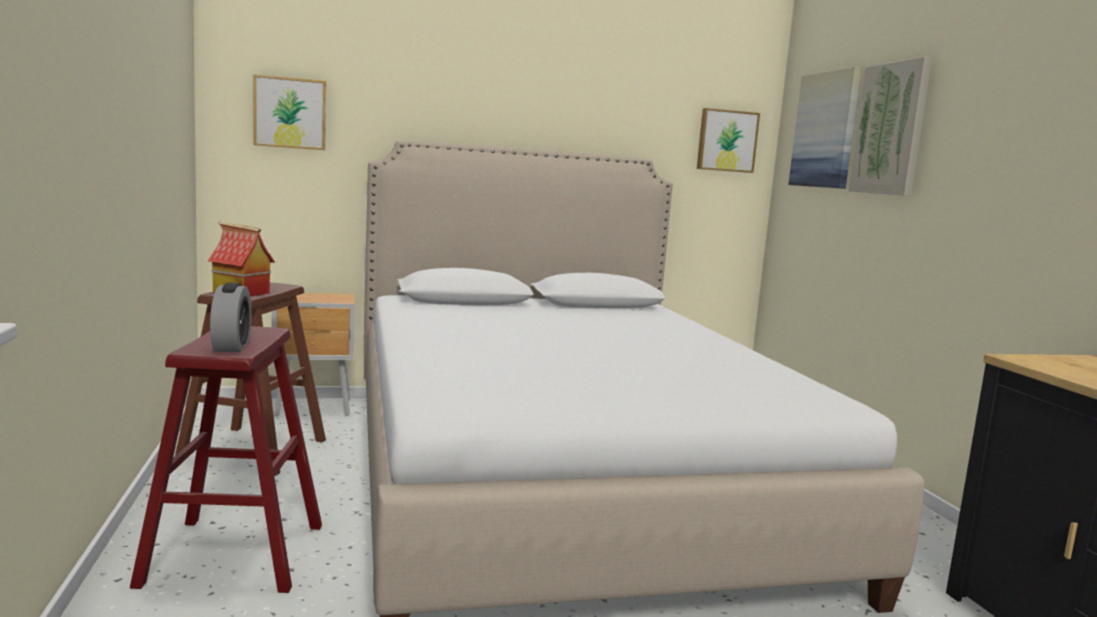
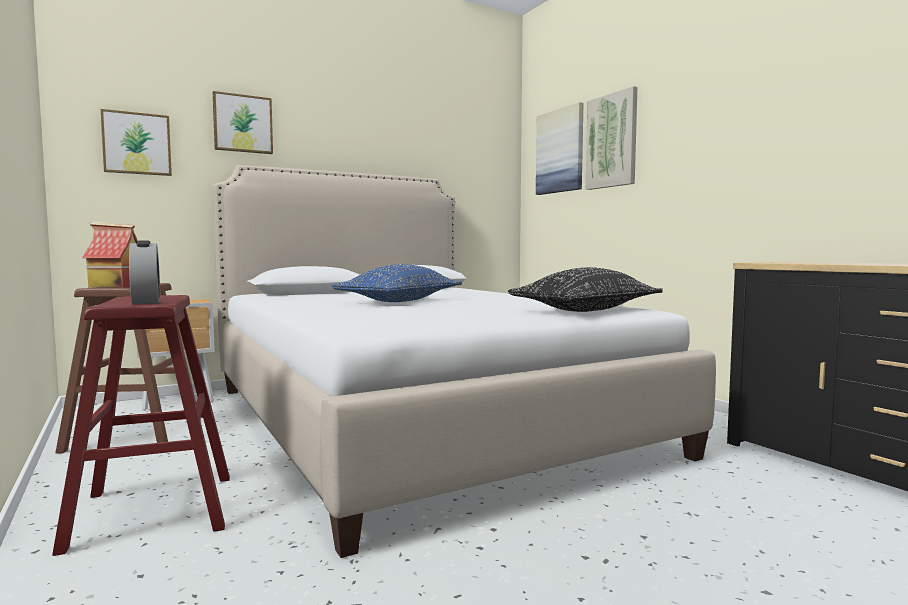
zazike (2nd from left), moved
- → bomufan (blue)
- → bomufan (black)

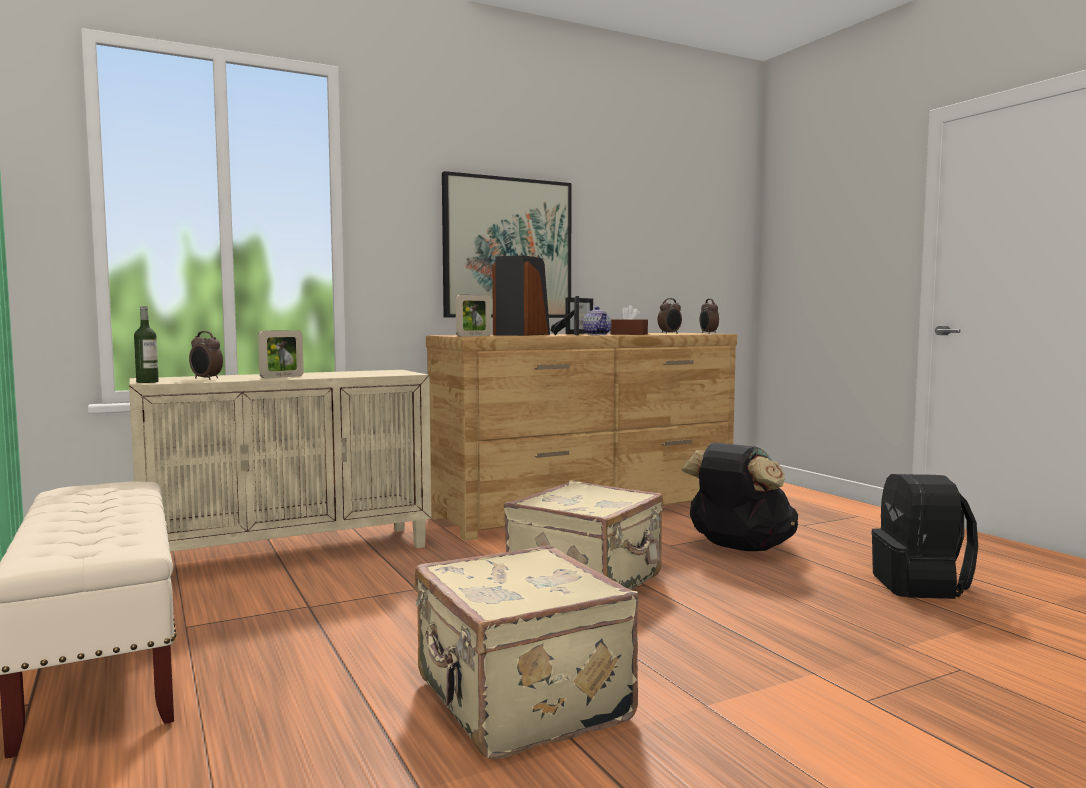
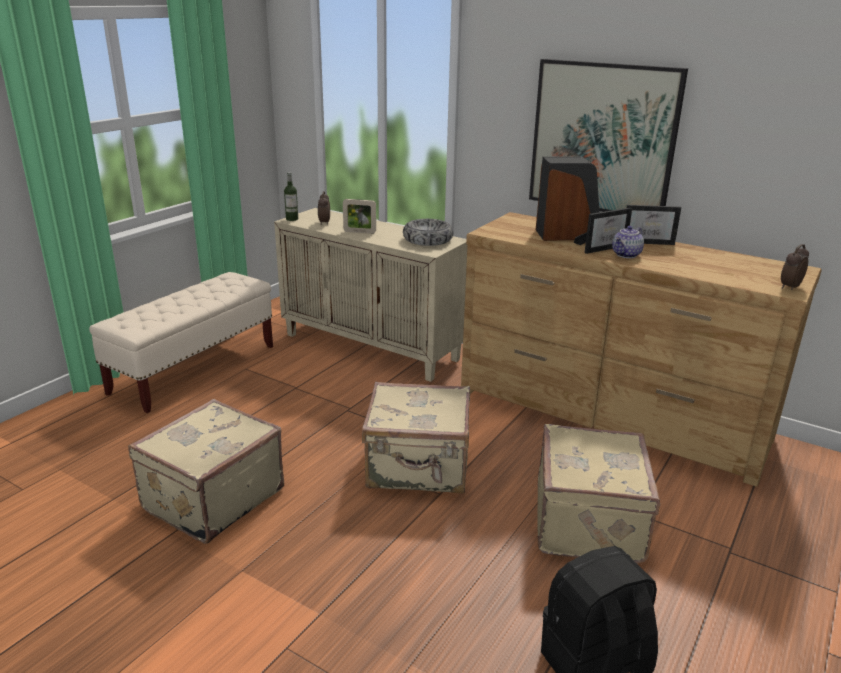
- → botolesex
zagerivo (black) (1st from left) → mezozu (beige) (3rd from left)
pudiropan (2nd from left) → -
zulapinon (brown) → -
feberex (2nd from left) → -

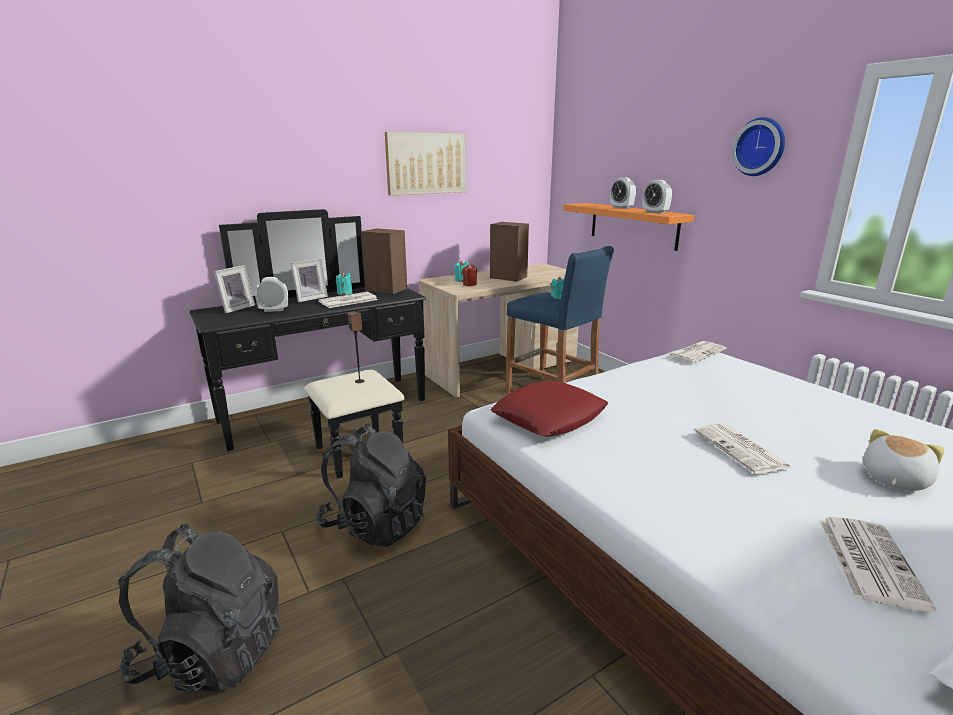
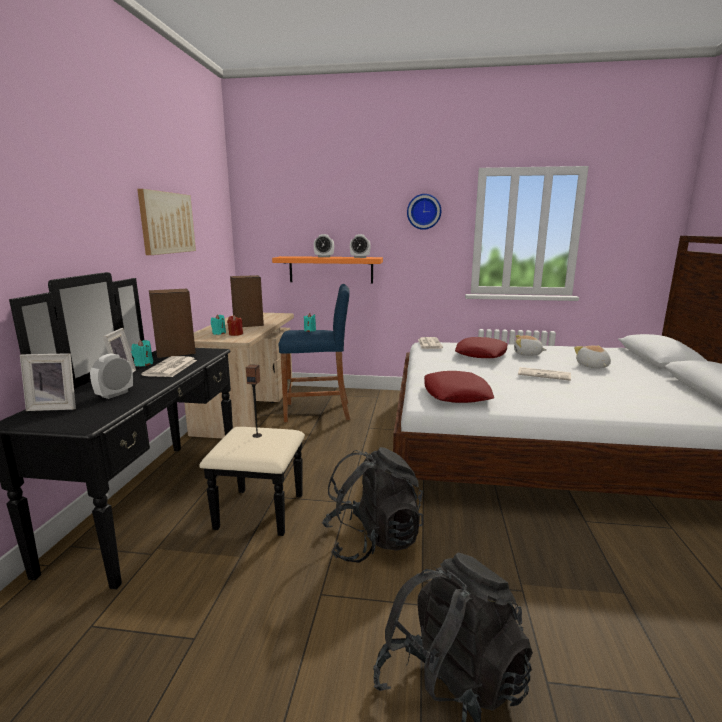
pudiropan (1st from left), 105 degrees clockwise
- → bomufan (red) (2nd from left)
- → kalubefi (1st from left)
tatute (4th from left) → -

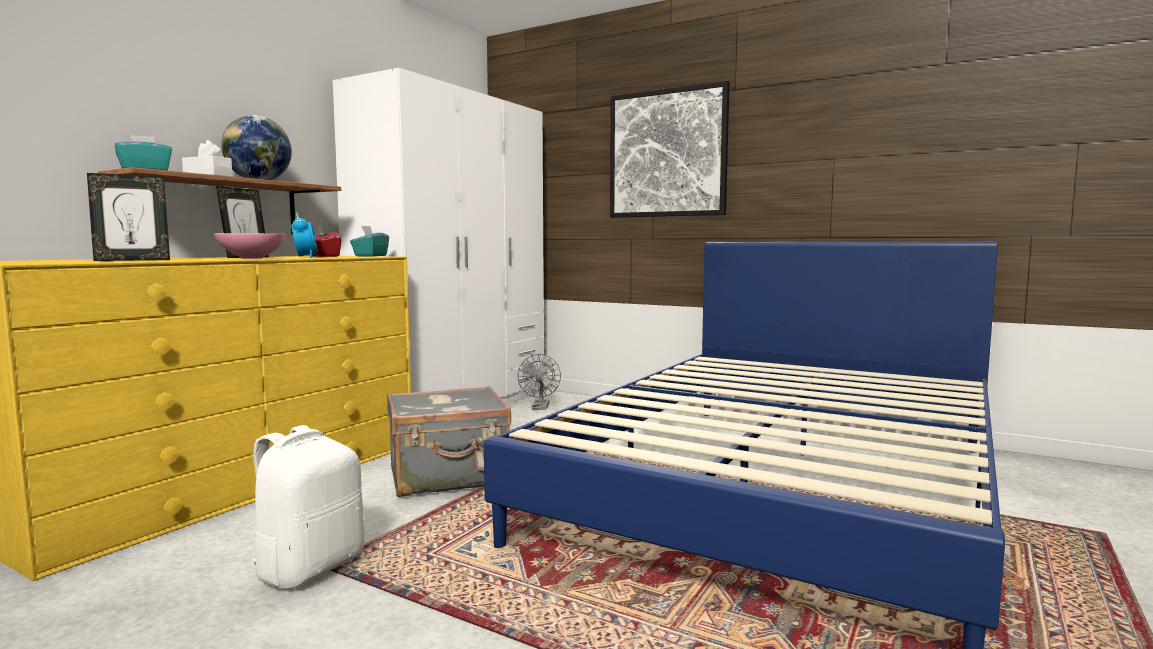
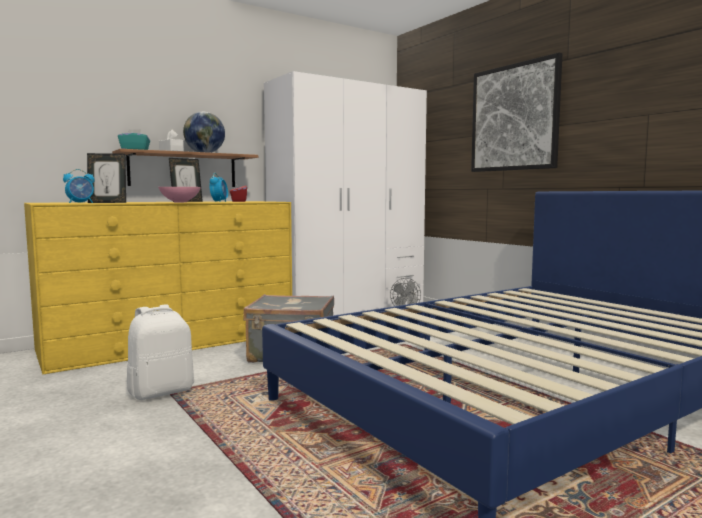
- → feberex (1st from left)
zulapinon (turquoise) (2nd from left) → -

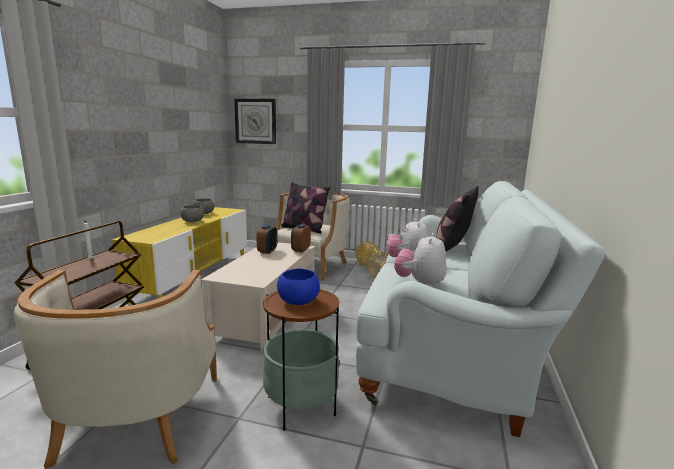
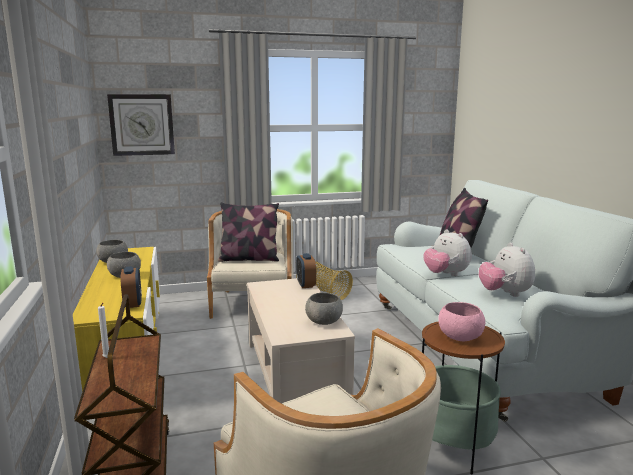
feberex (1st from left), moved
- → botolesex (grey) (3rd from left)
botolesex (blue) → botolesex (pink)

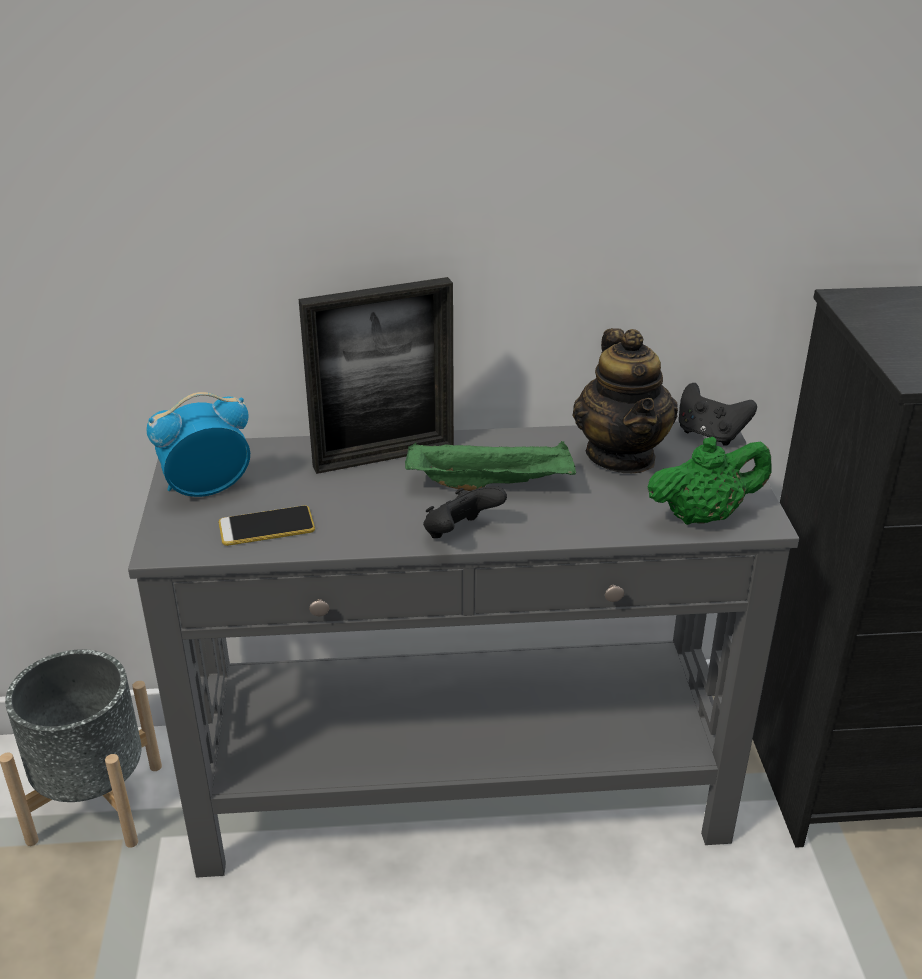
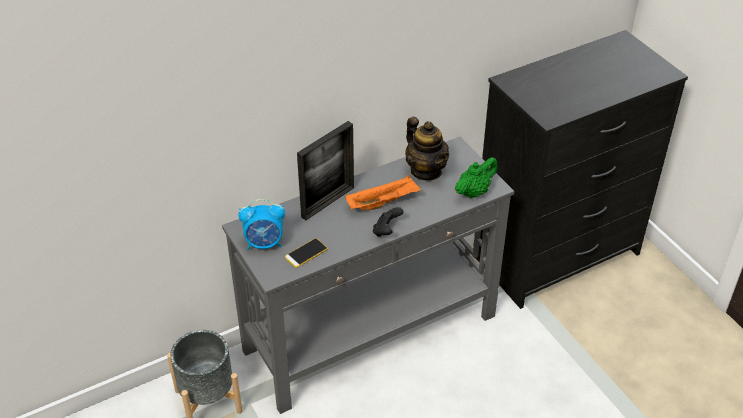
feberex, 135 degrees counterclockwise
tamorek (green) → tamorek (orange)
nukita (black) (2nd from left) → -

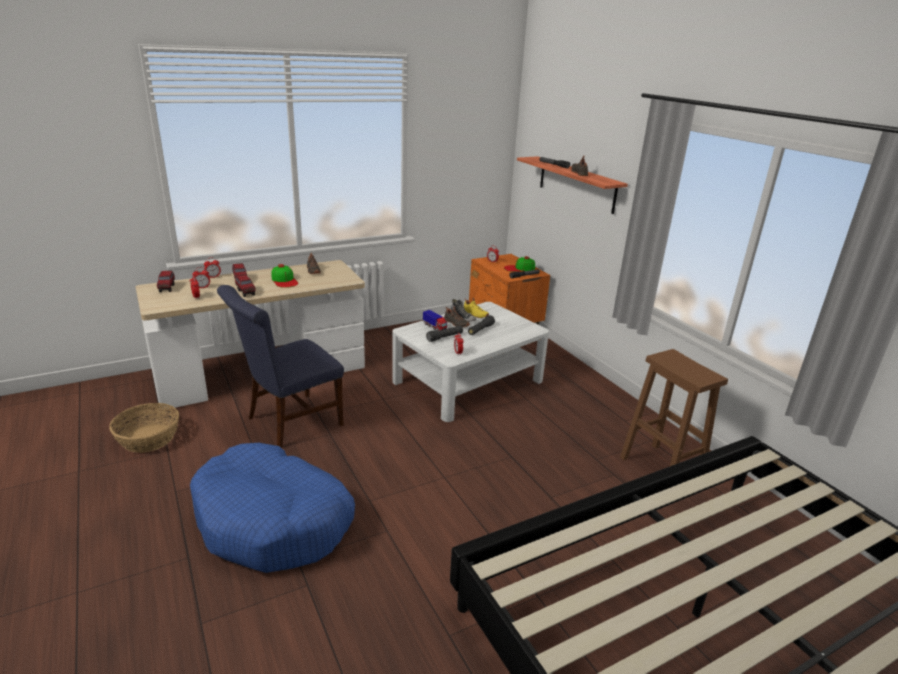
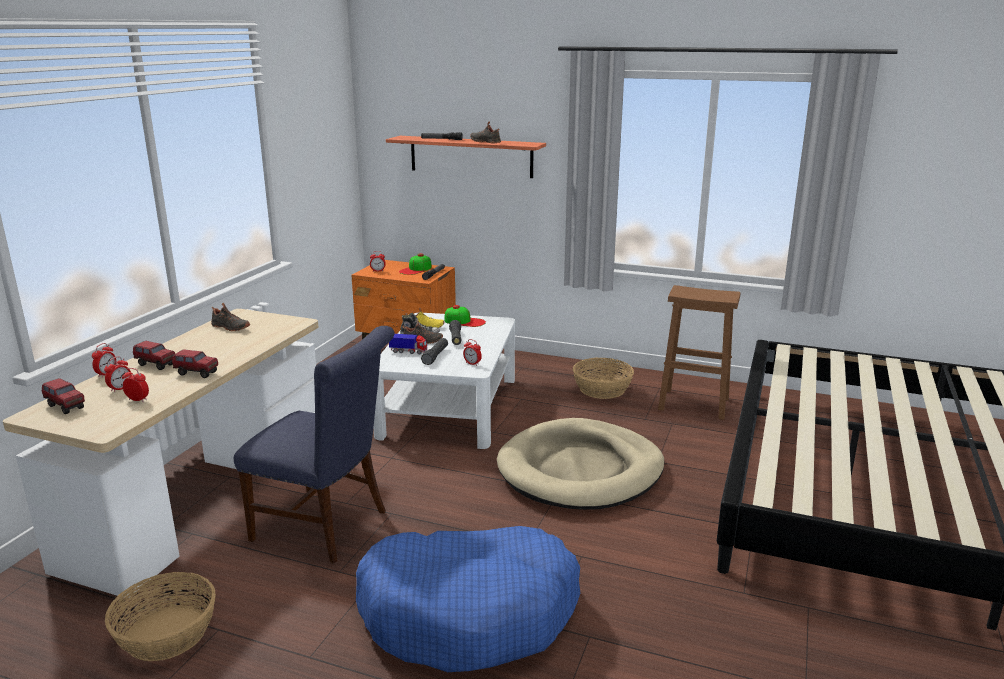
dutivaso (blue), 75 degrees counterclockwise
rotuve (1st from left in the first image) → rotuve (2nd from left), moved
- → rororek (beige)
- → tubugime (2nd from left)

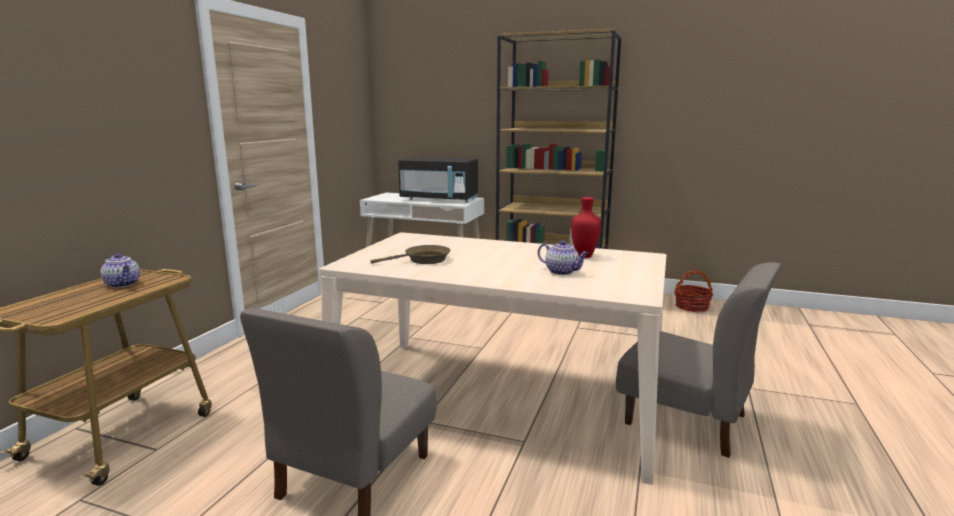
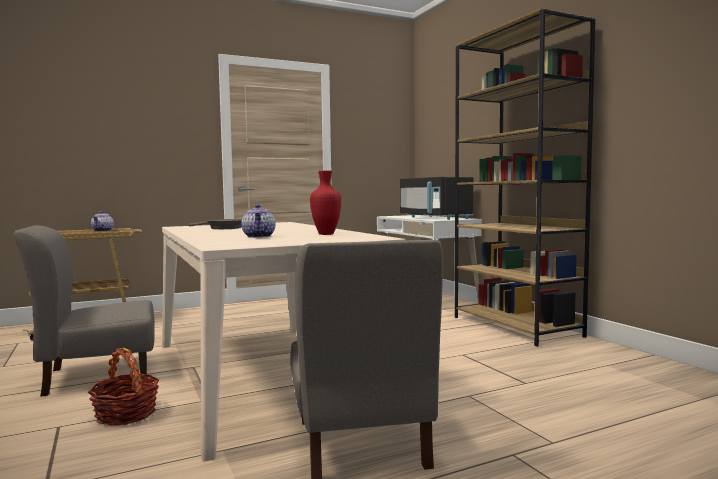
tubugime, moved

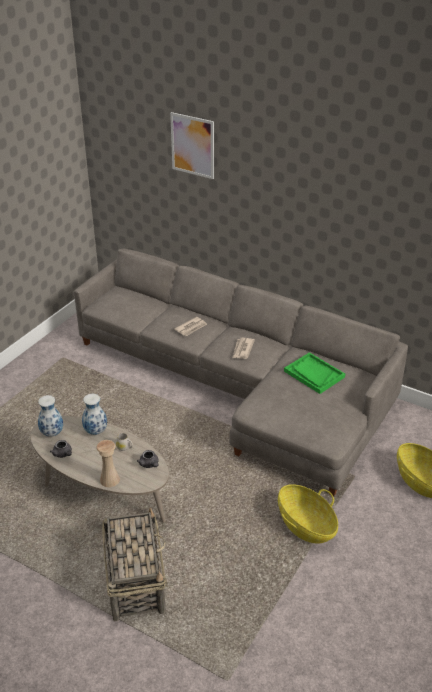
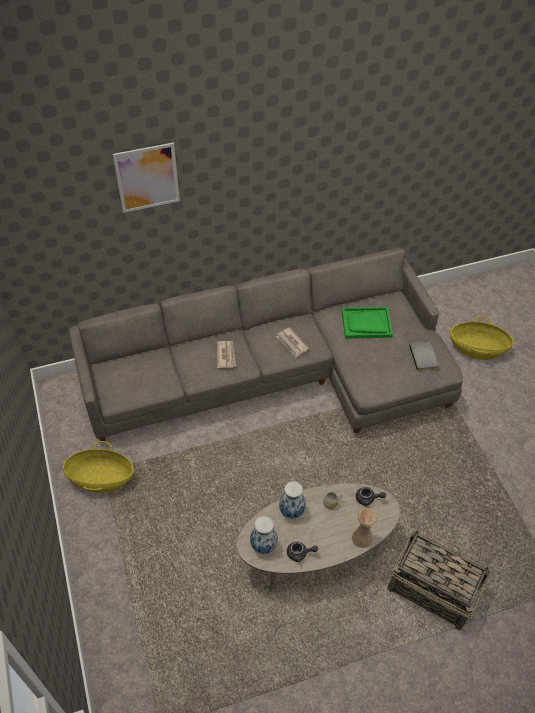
tubugime (2nd from left in the first image) → tubugime (1st from left), moved
- → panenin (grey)

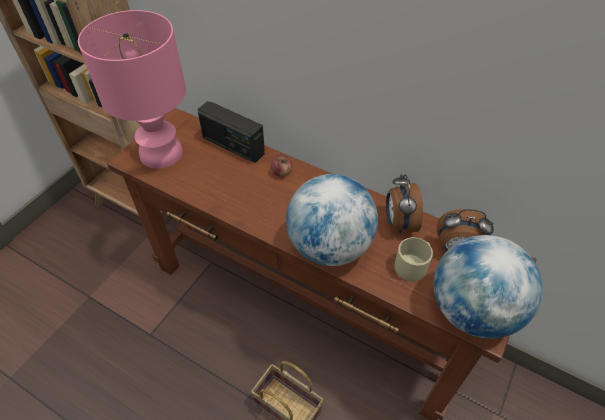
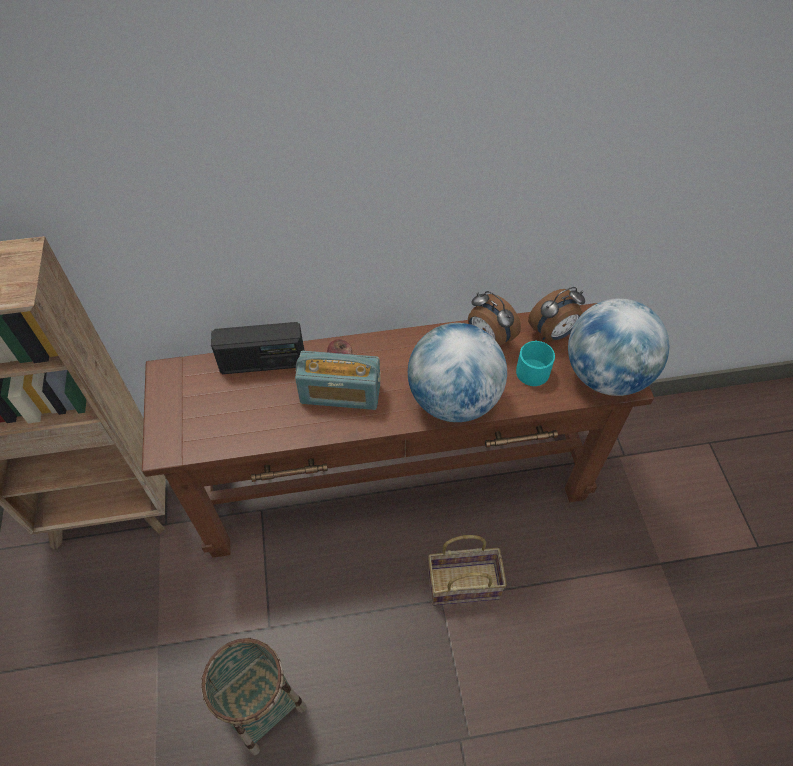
- → tubugime (1st from left)
- → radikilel (2nd from left)
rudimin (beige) → rudimin (turquoise)
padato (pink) → -

